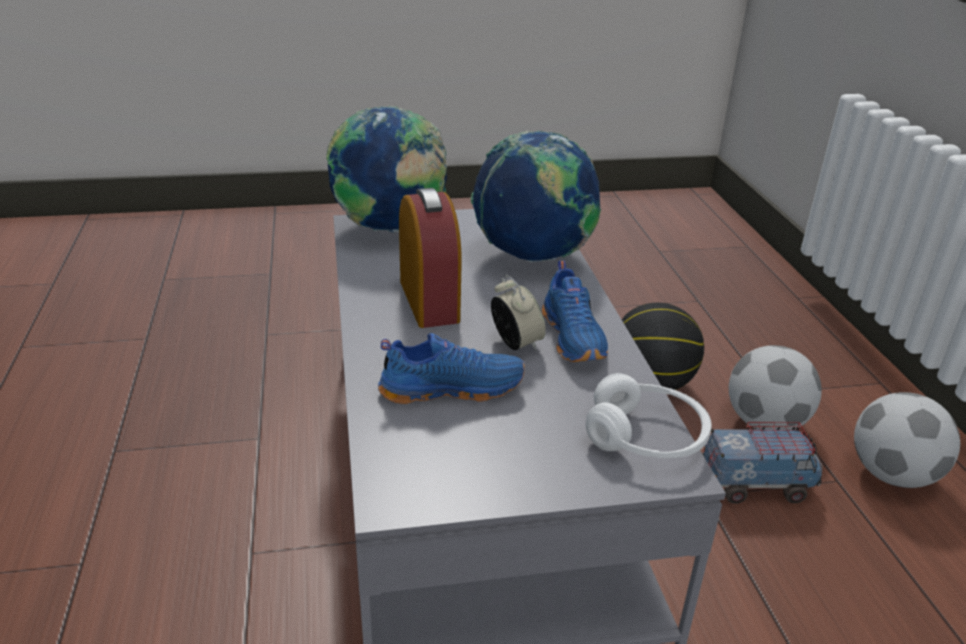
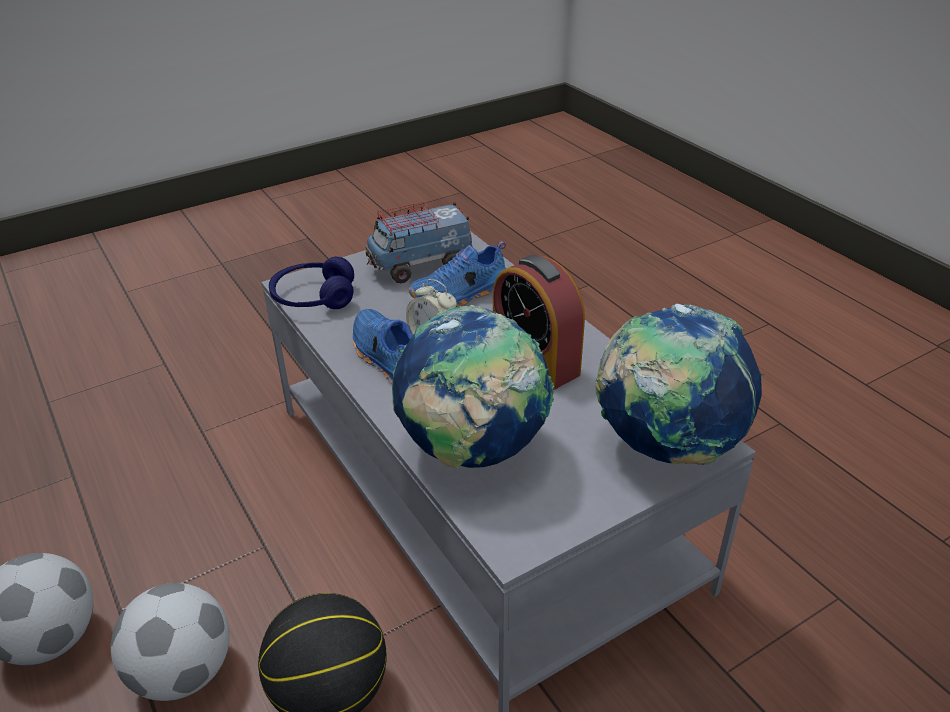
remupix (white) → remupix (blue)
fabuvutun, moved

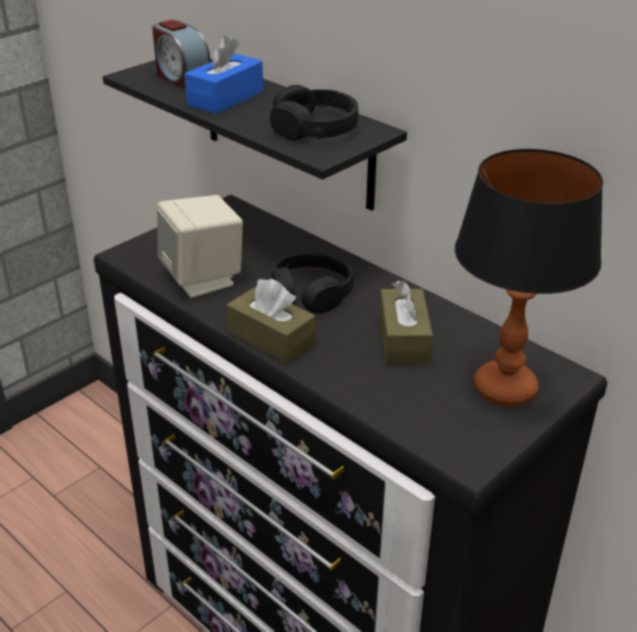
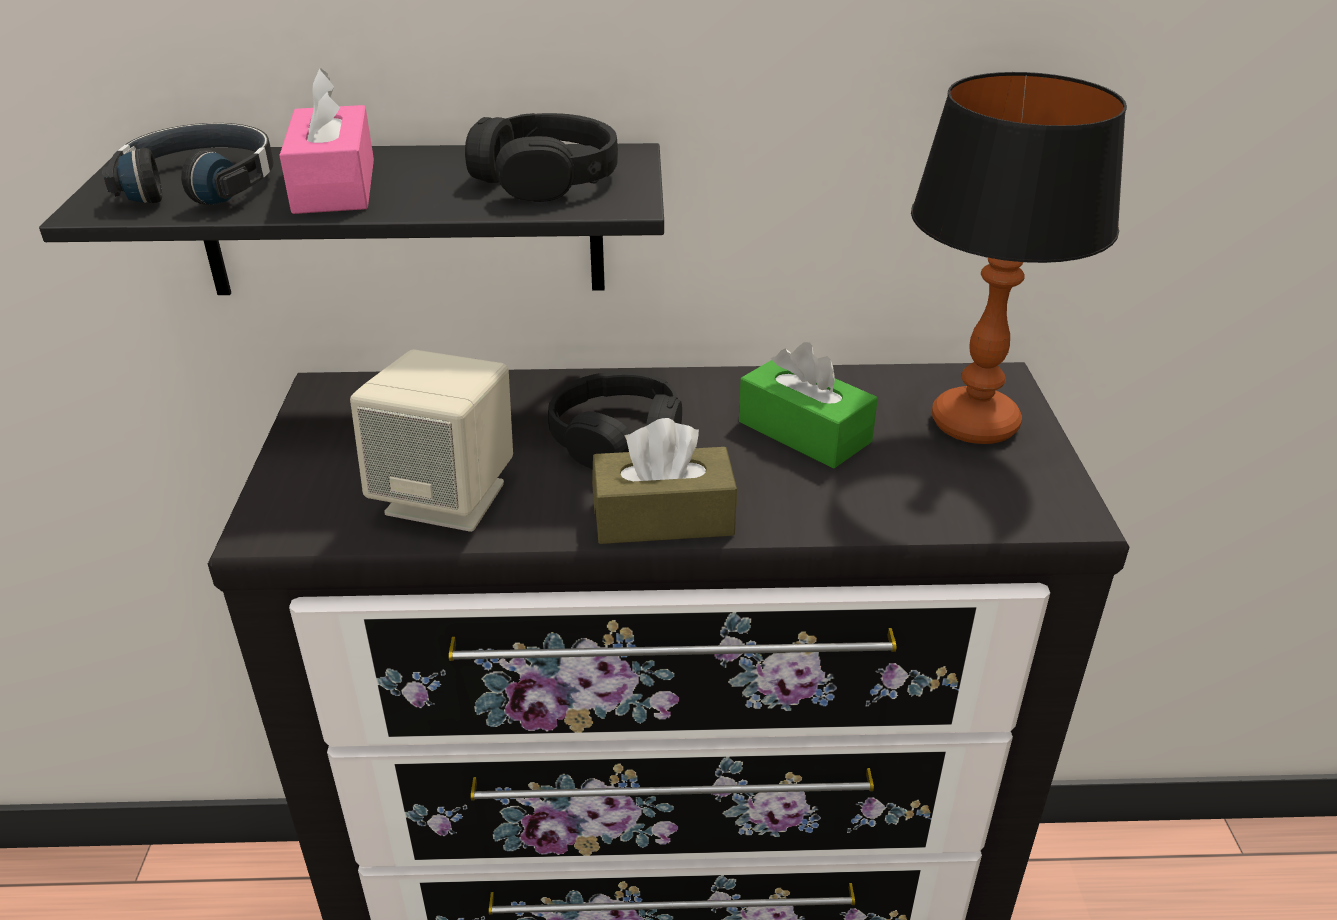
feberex → remupix (black) (1st from left)
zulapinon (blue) → zulapinon (pink)
zulapinon (brown) (2nd from left) → zulapinon (green)

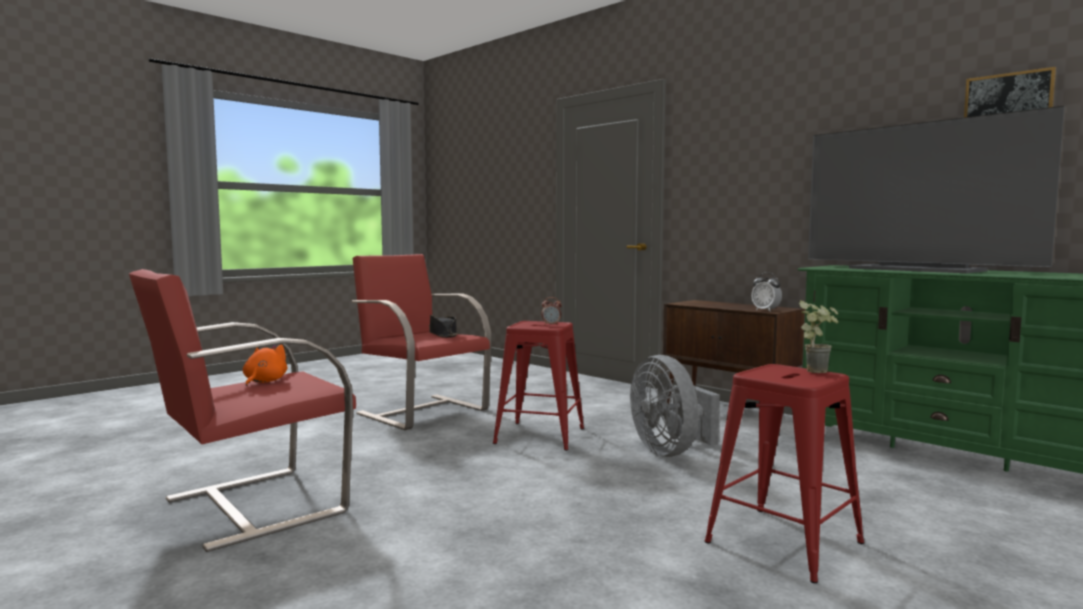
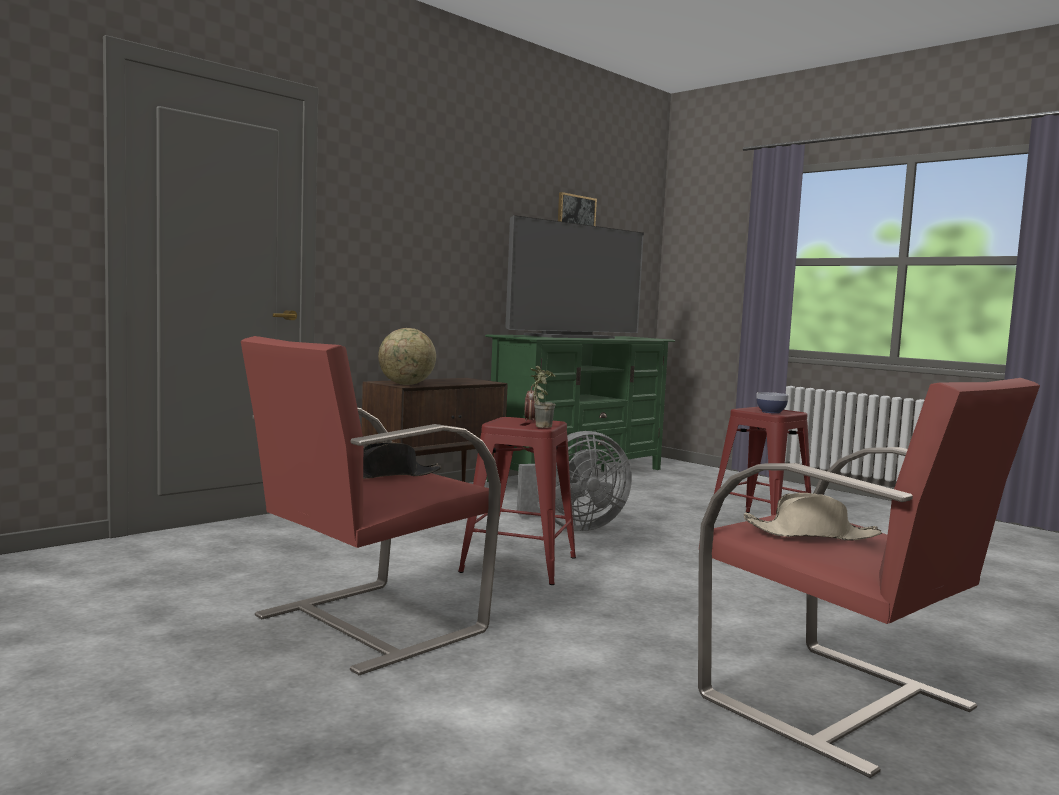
- → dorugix
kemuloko, moved
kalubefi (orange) → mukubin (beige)
- → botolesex
feberex (2nd from left) → -

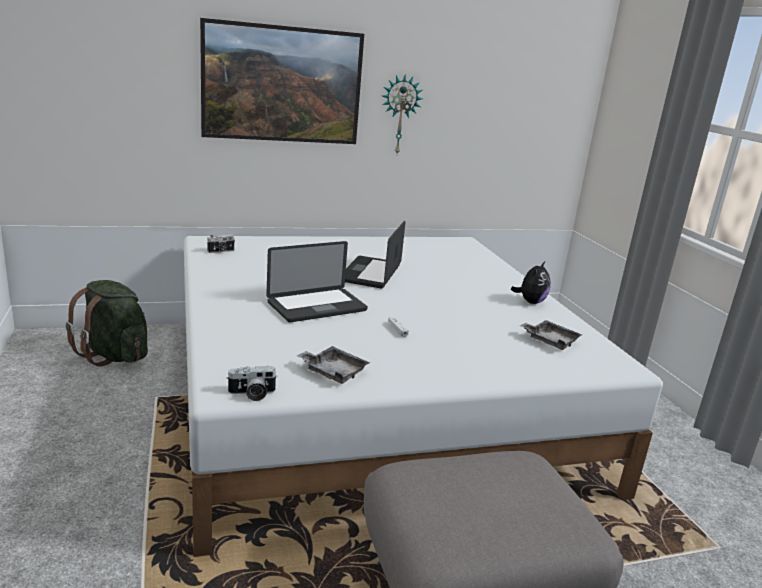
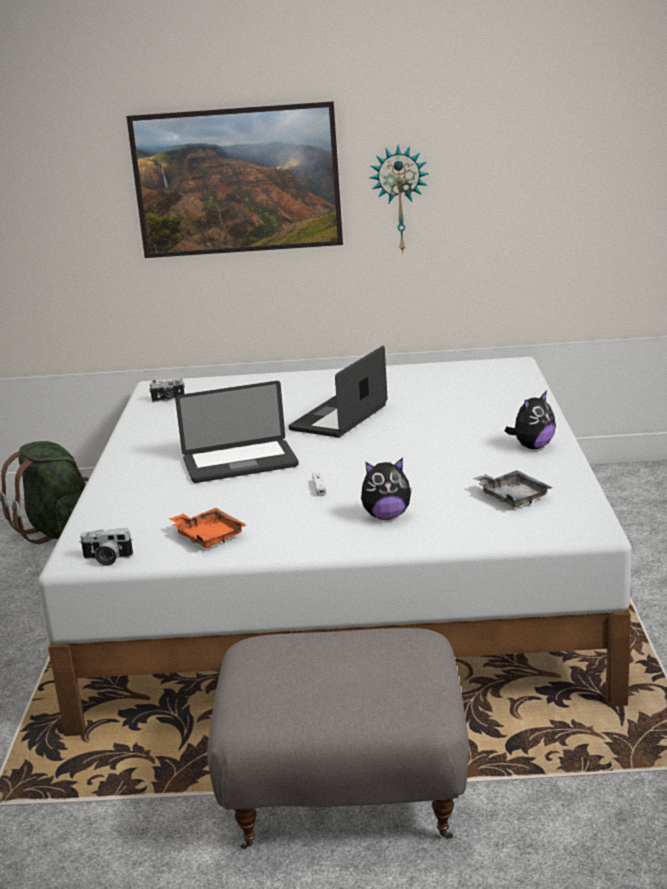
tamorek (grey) (1st from left) → tamorek (orange)
- → kalubefi (1st from left)

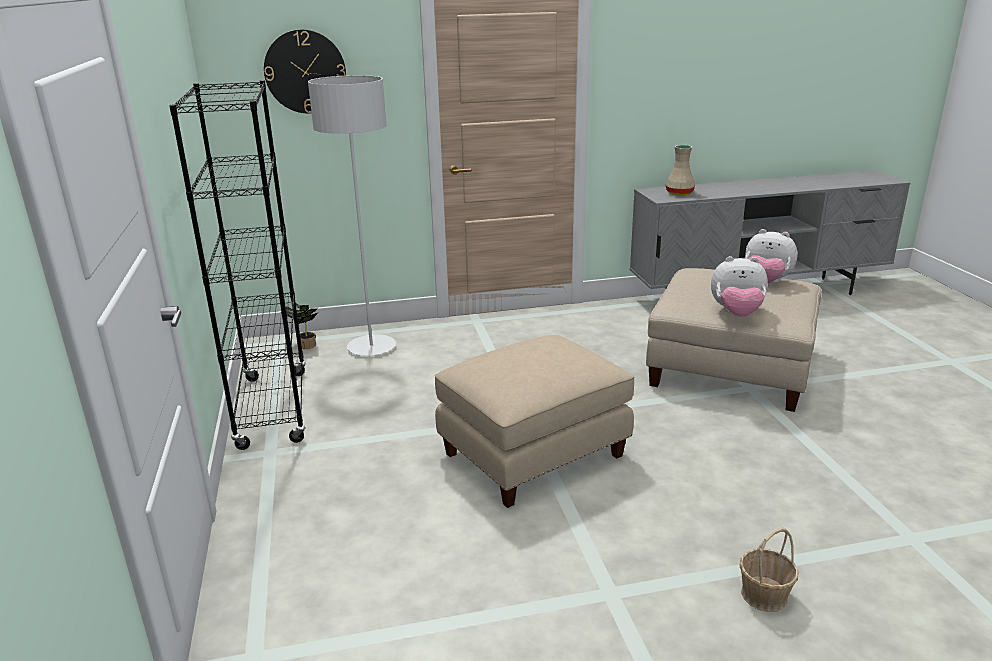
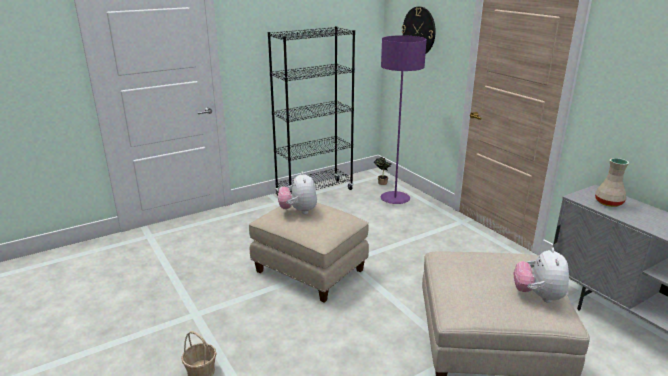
kalubefi (1st from left), moved
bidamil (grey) → bidamil (purple)

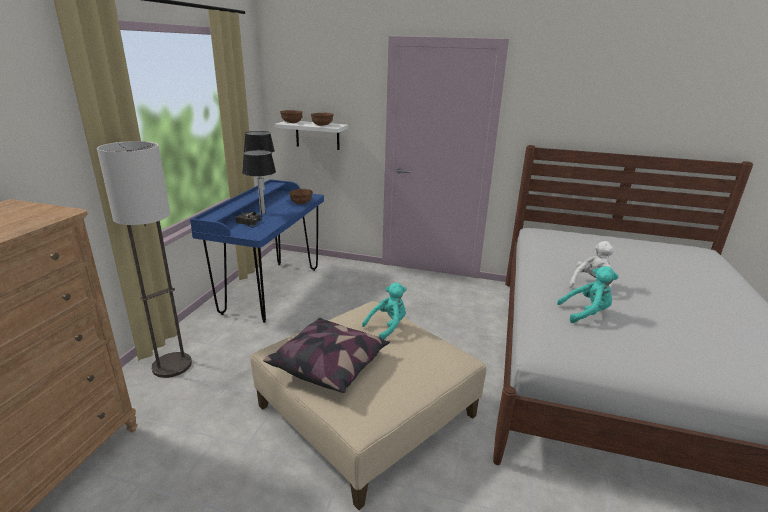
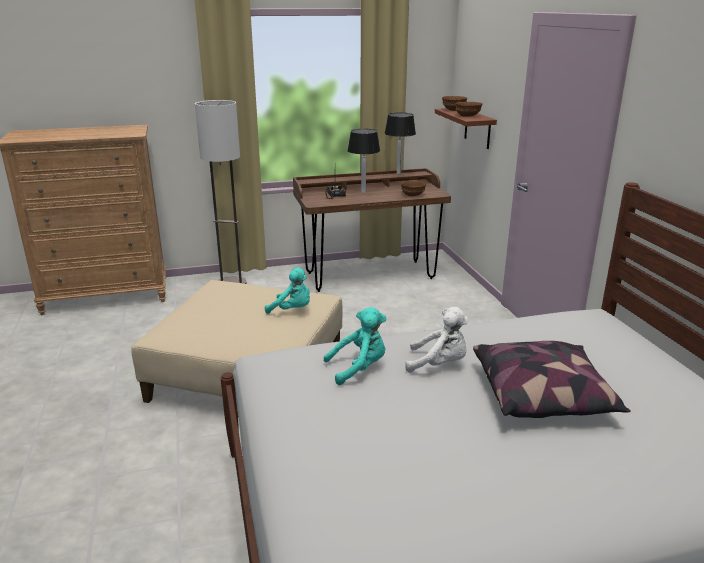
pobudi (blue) → pobudi (brown)
kalubefi (turquoise) (2nd from left), 75 degrees counterclockwise
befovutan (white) → befovutan (brown)
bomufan, moved

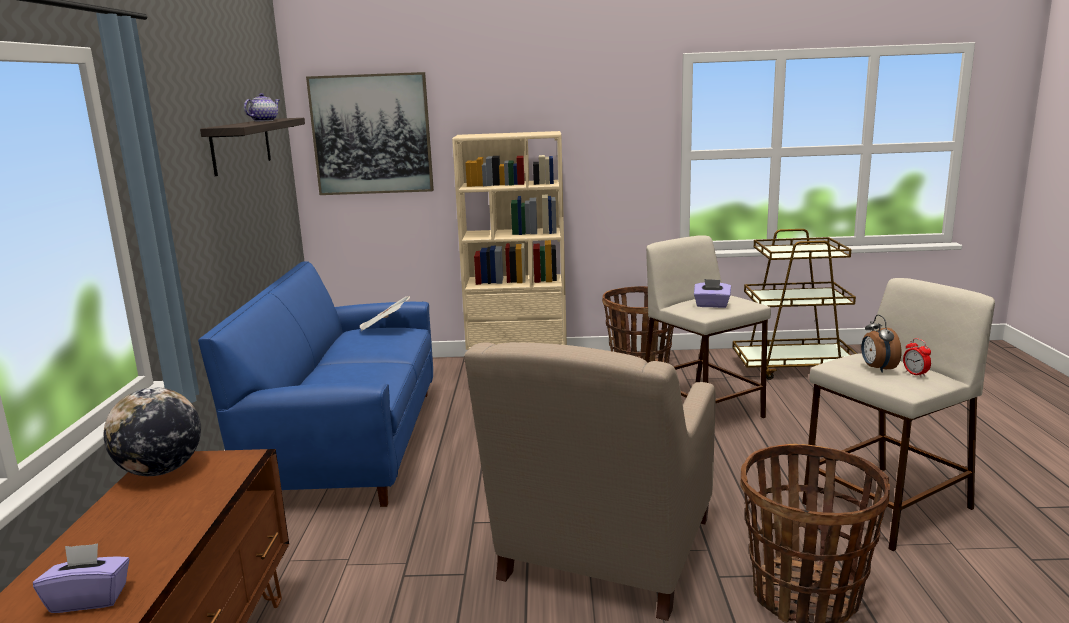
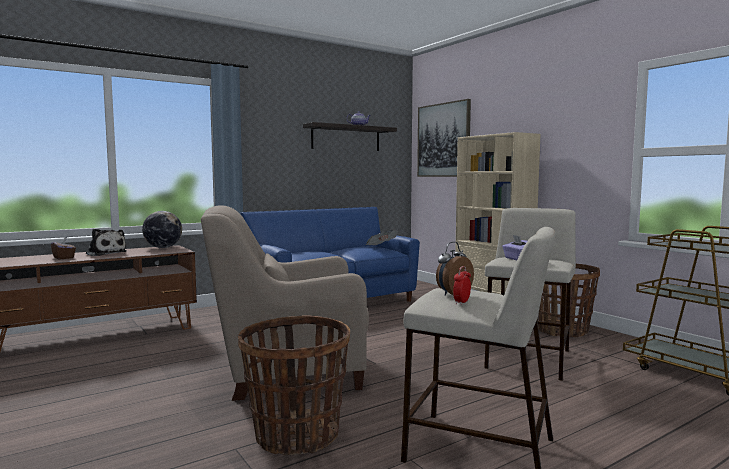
zulapinon (purple) (1st from left) → zulapinon (brown)
- → kalubefi

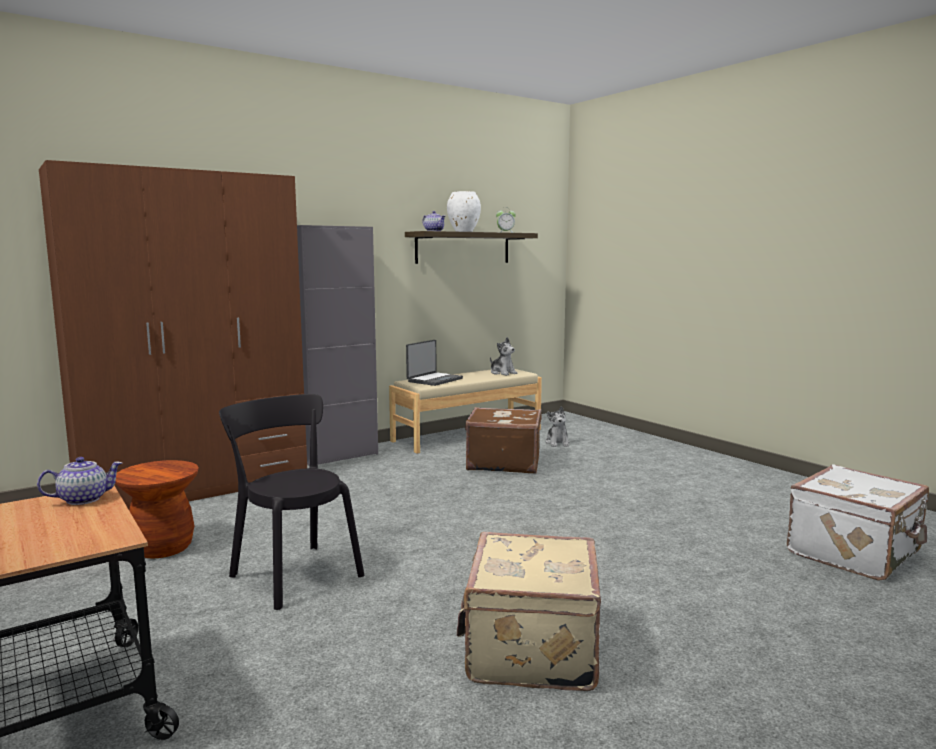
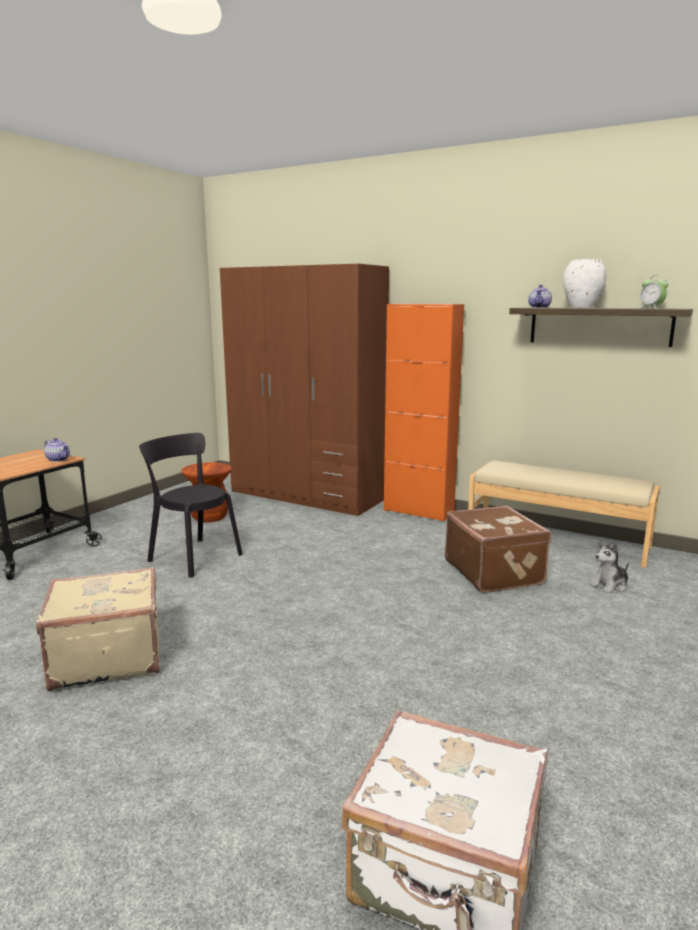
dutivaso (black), 75 degrees counterclockwise
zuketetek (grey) → zuketetek (orange)
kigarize → -
kalubefi (1st from left) → -

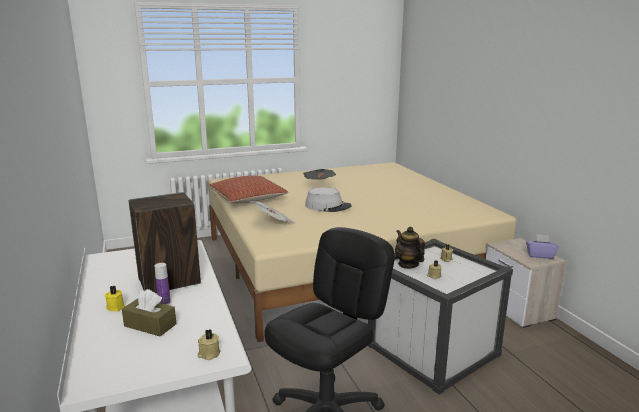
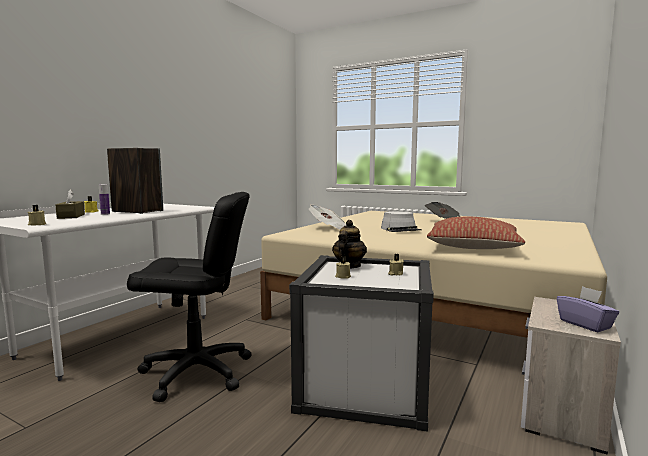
bomufan, moved

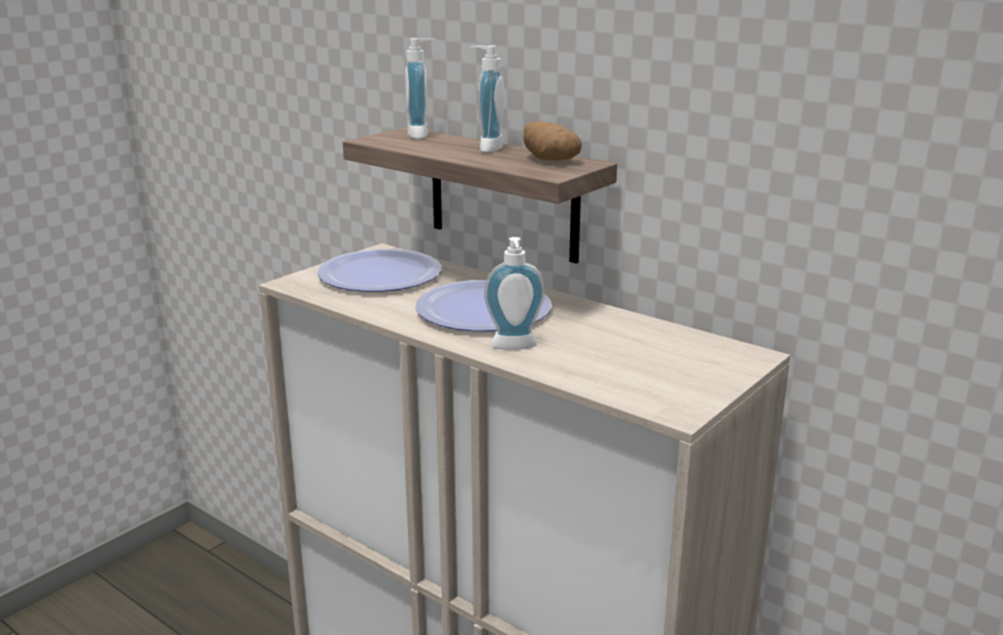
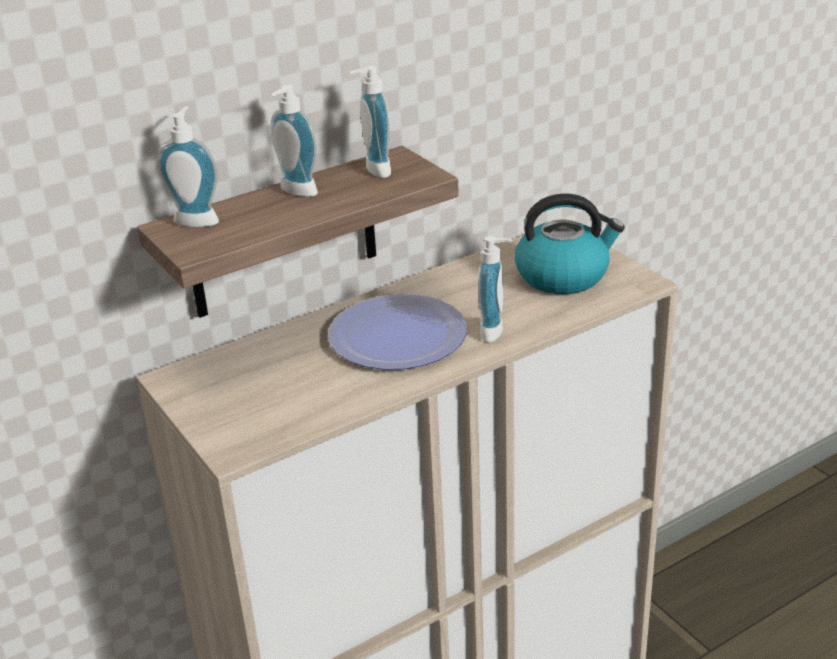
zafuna → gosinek (3rd from left)
- → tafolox
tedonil (1st from left) → -

